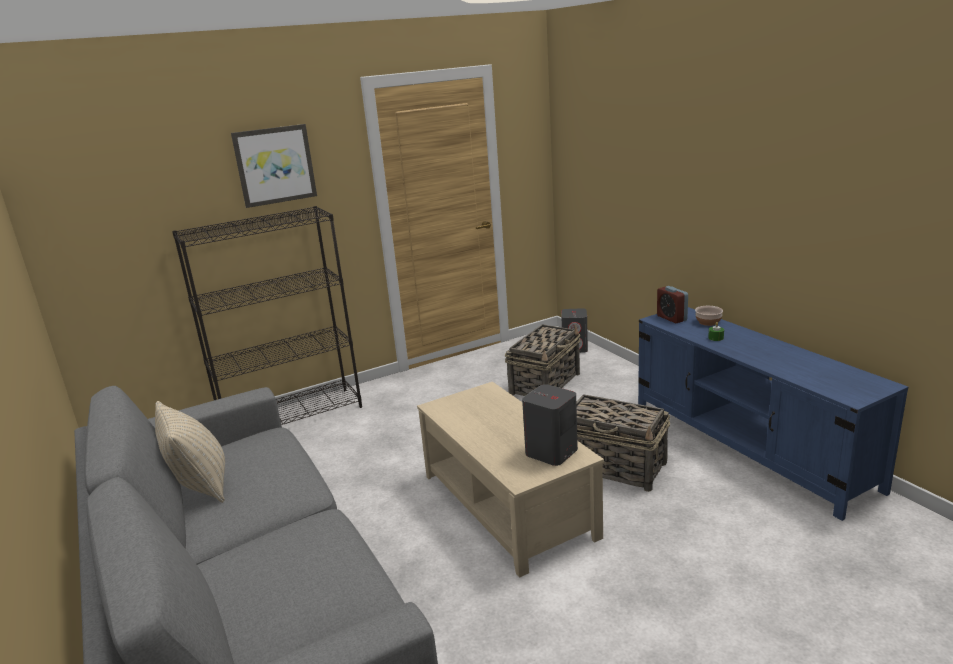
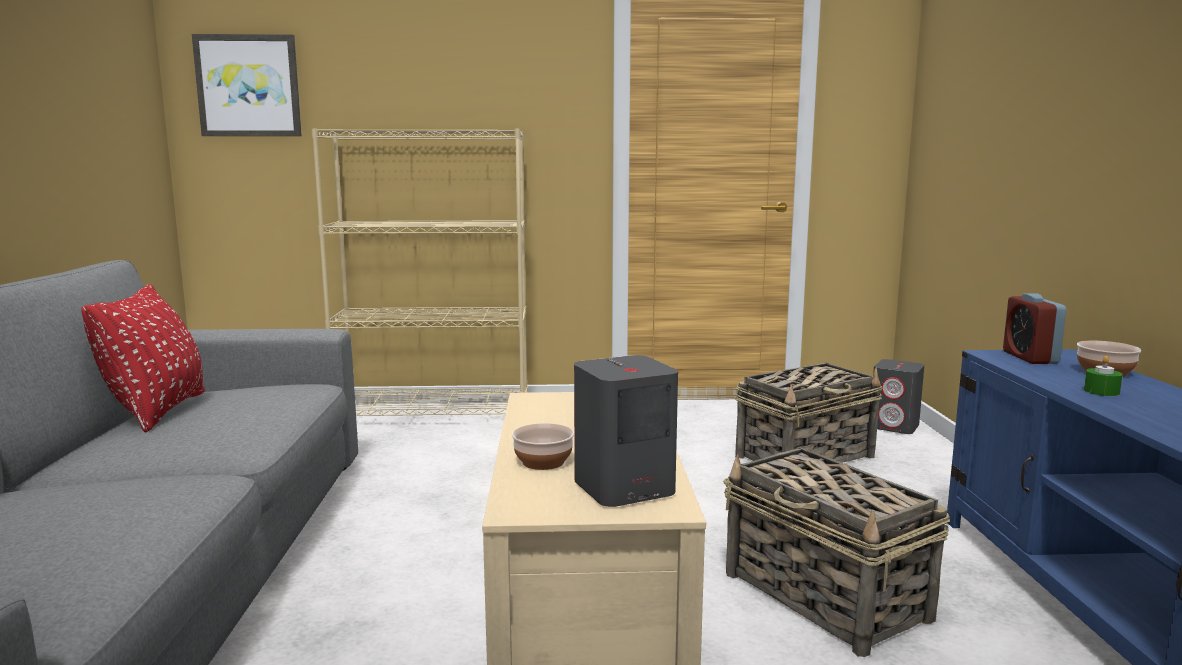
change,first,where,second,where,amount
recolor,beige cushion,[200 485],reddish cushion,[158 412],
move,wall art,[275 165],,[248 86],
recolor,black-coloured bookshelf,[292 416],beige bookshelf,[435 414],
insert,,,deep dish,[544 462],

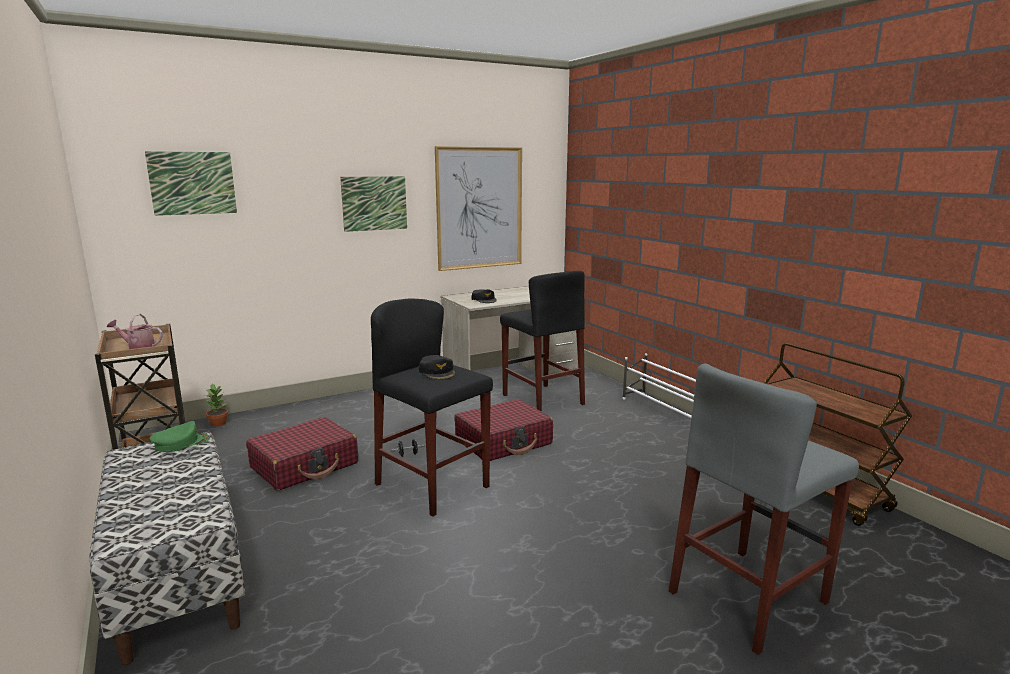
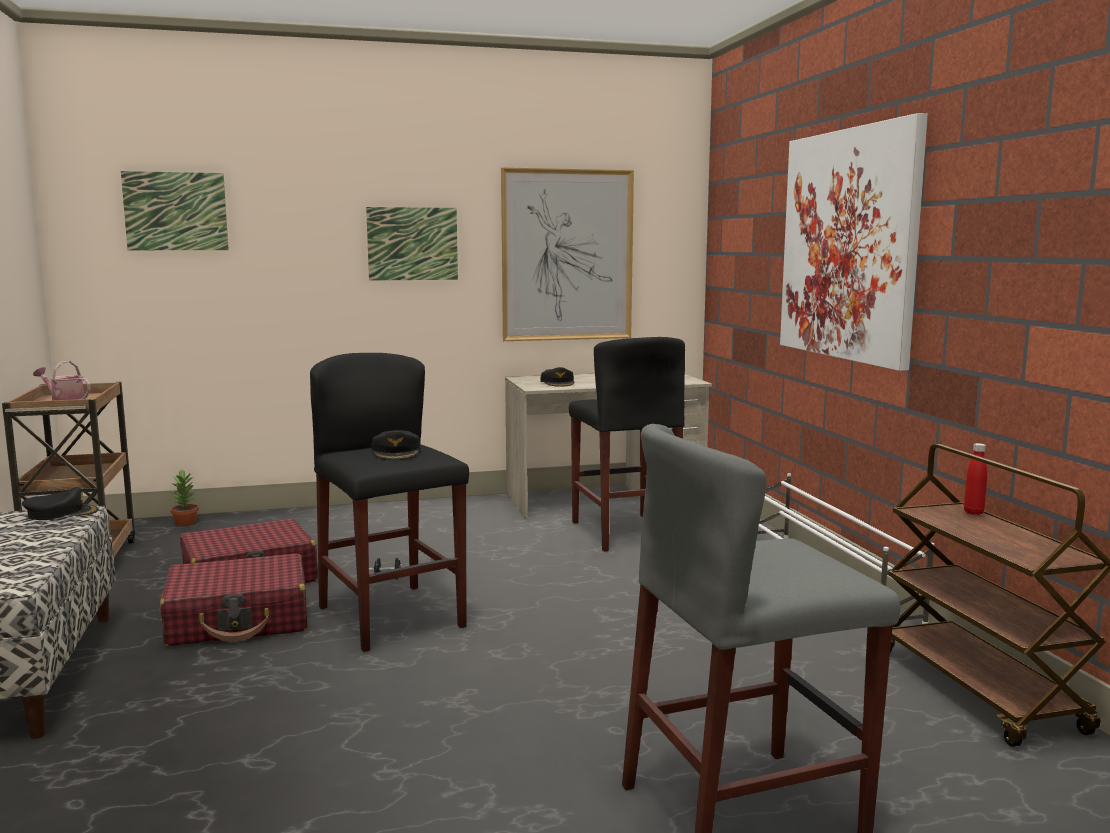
change,first,where,second,where,amount
recolor,green-coloured cap,[181 443],black-coloured cap,[61 513],
move,reddish travel case,[504 442],,[239 620],
insert,,,wall art,[848 245],
insert,,,reddish drink bottle,[973 512],

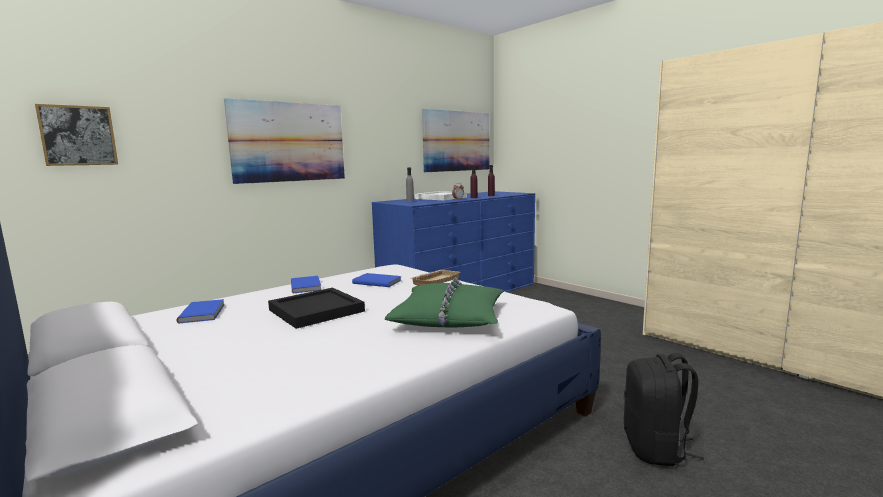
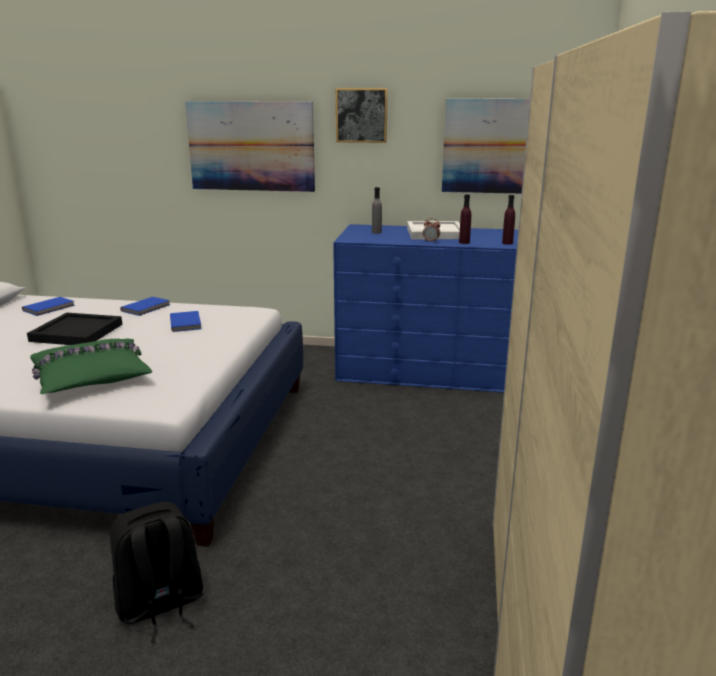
change,first,where,second,where,amount
move,wall art,[78 135],,[361 115],
delete,beige serving tray,[435 281],,,

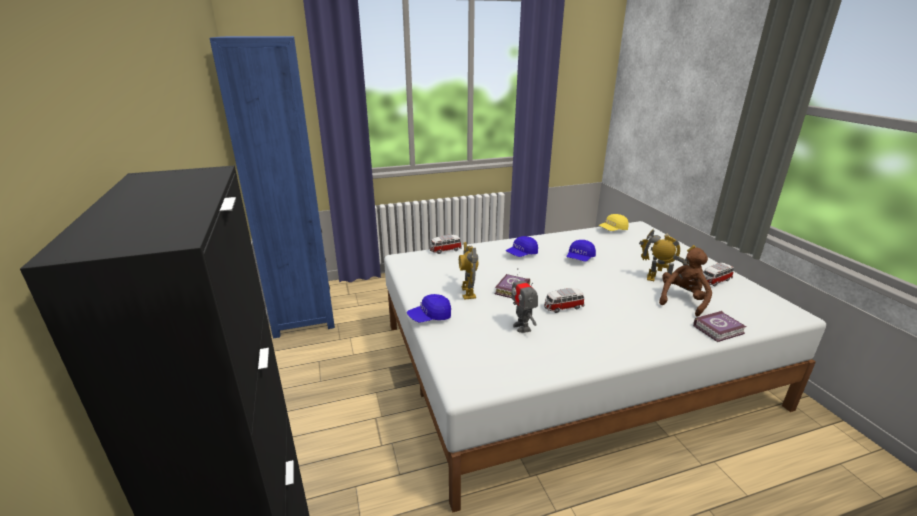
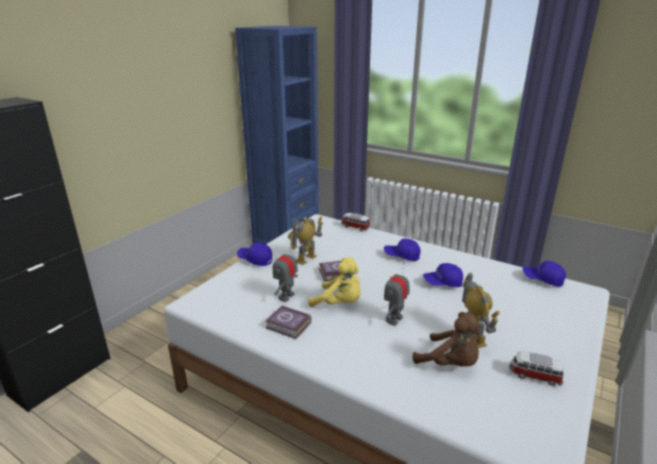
change,first,where,second,where,amount
move,bound book,[719 330],,[289 326],
replace,toy car,[563 307],yellow-coloured plush toy,[339 303],
insert,,,robot figure,[394 319],
rotate,brownish plush toy,[682 300],,[450 363],45 degrees clockwise
recolor,yellow-coloured cap,[612 230],bluish cap,[542 279],

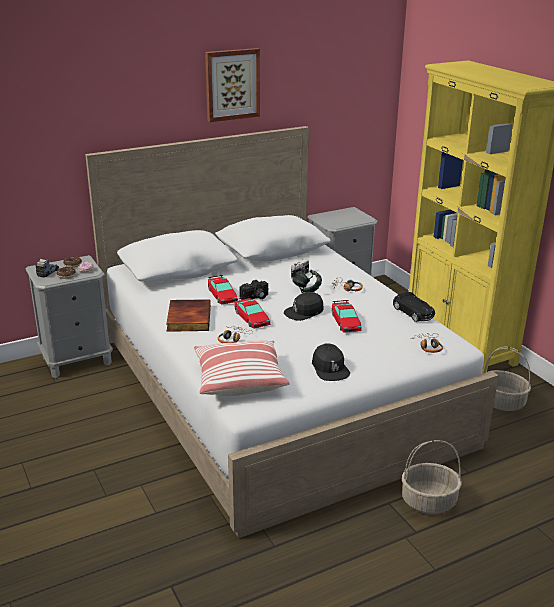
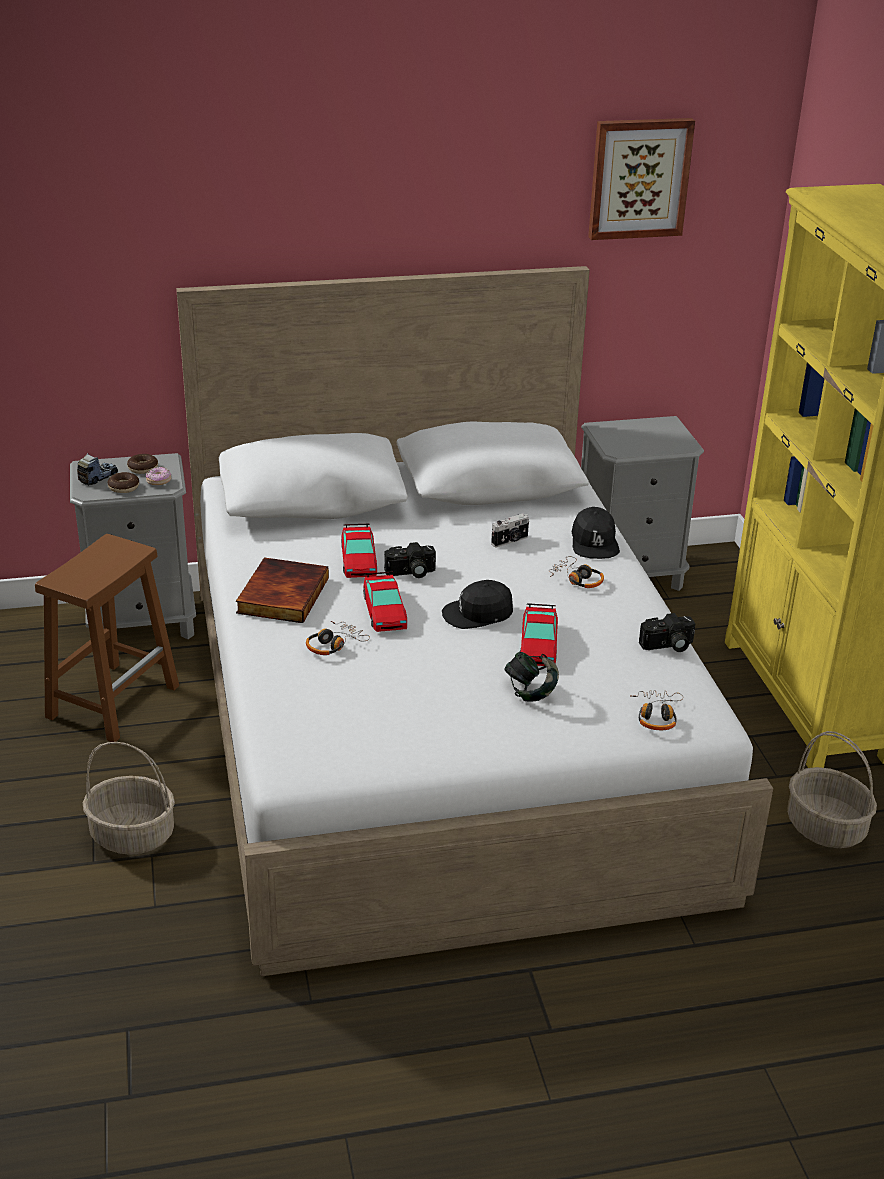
change,first,where,second,where,amount
insert,,,brownish stool,[114 700],
move,household basket,[428 502],,[131 836],
move,headset,[306 290],,[530 692],
move,black-coloured cap,[330 368],,[594 542],
move,wall art,[232 84],,[639 178],
replace,black-coloured toy car,[413 313],still camera,[668 646],
delete,cushion,[239 379],,,

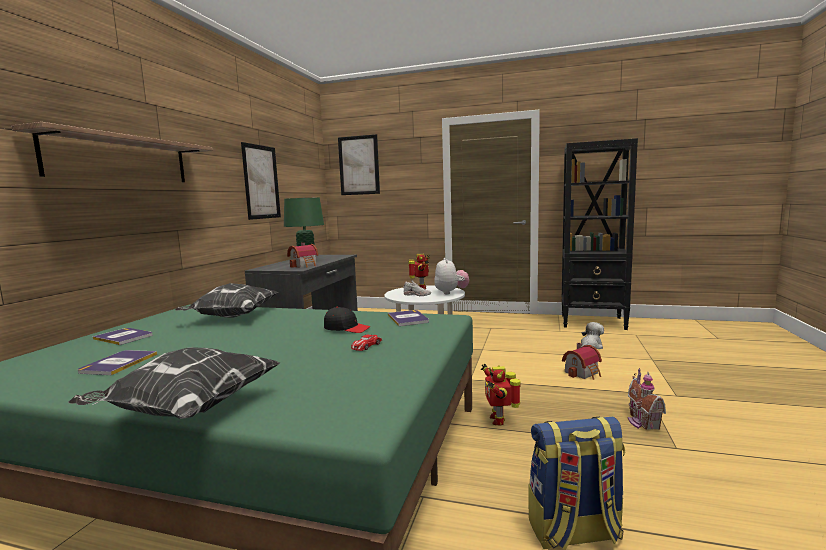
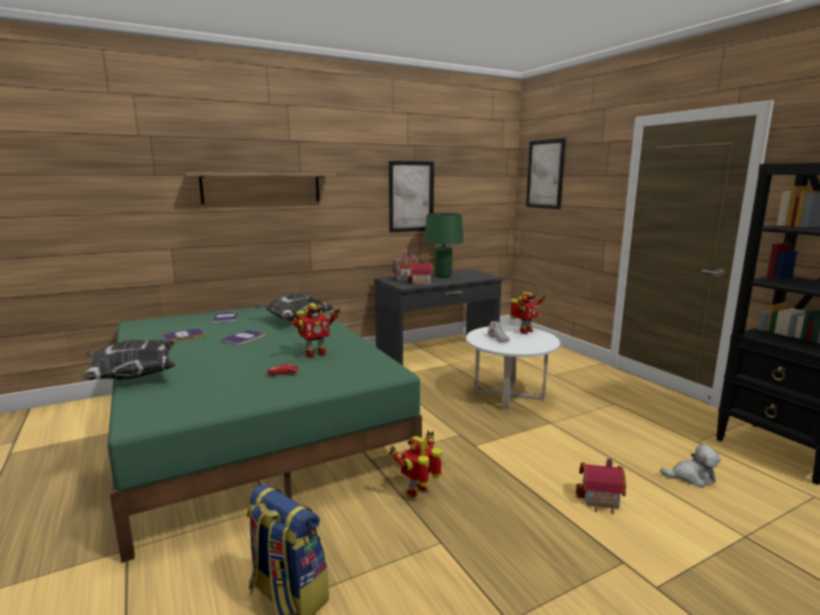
change,first,where,second,where,amount
move,bound book,[408 319],,[243 338],
replace,black-coloured cap,[346 328],robot figure,[315 354],
move,model house,[641 422],,[403 279],
delete,plush toy,[451 292],,,

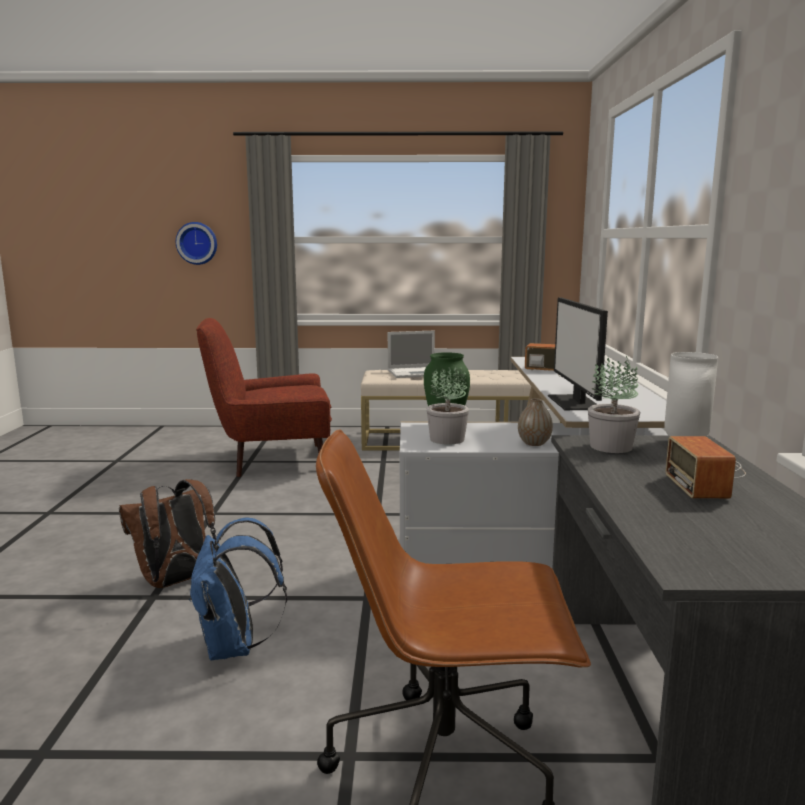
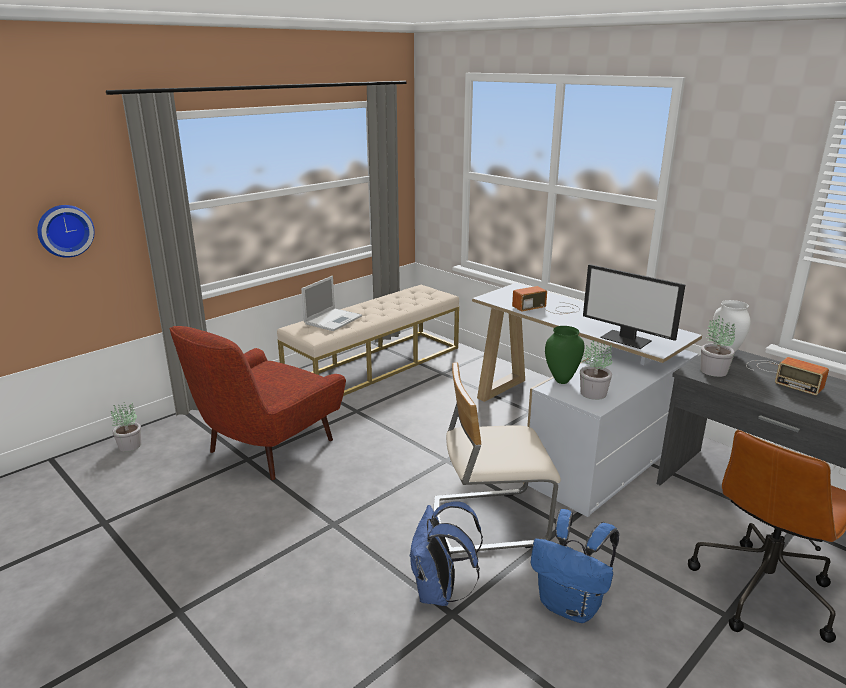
change,first,where,second,where,amount
insert,,,plant in a pot,[130 445],
recolor,brownish backpack,[176 581],bluish backpack,[439 592],
insert,,,beige upright chair,[489 521],
delete,flower vase,[534 443],,,

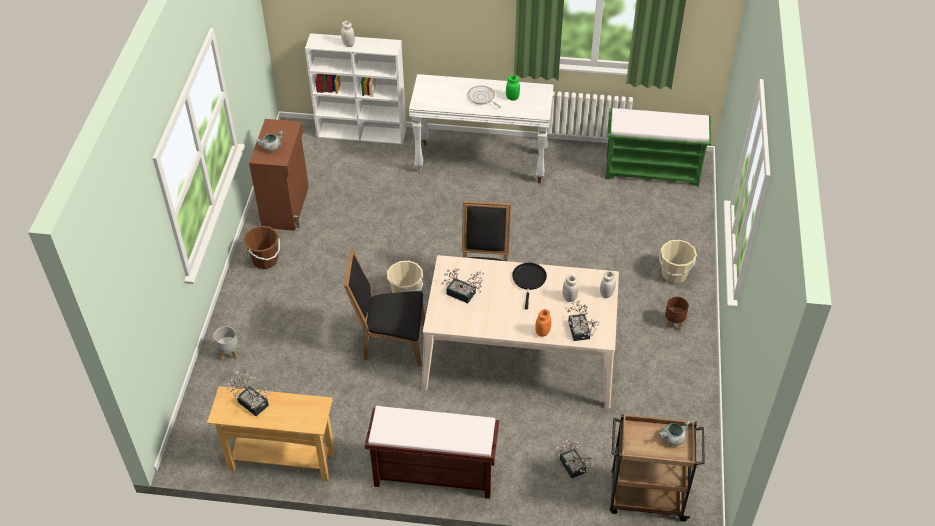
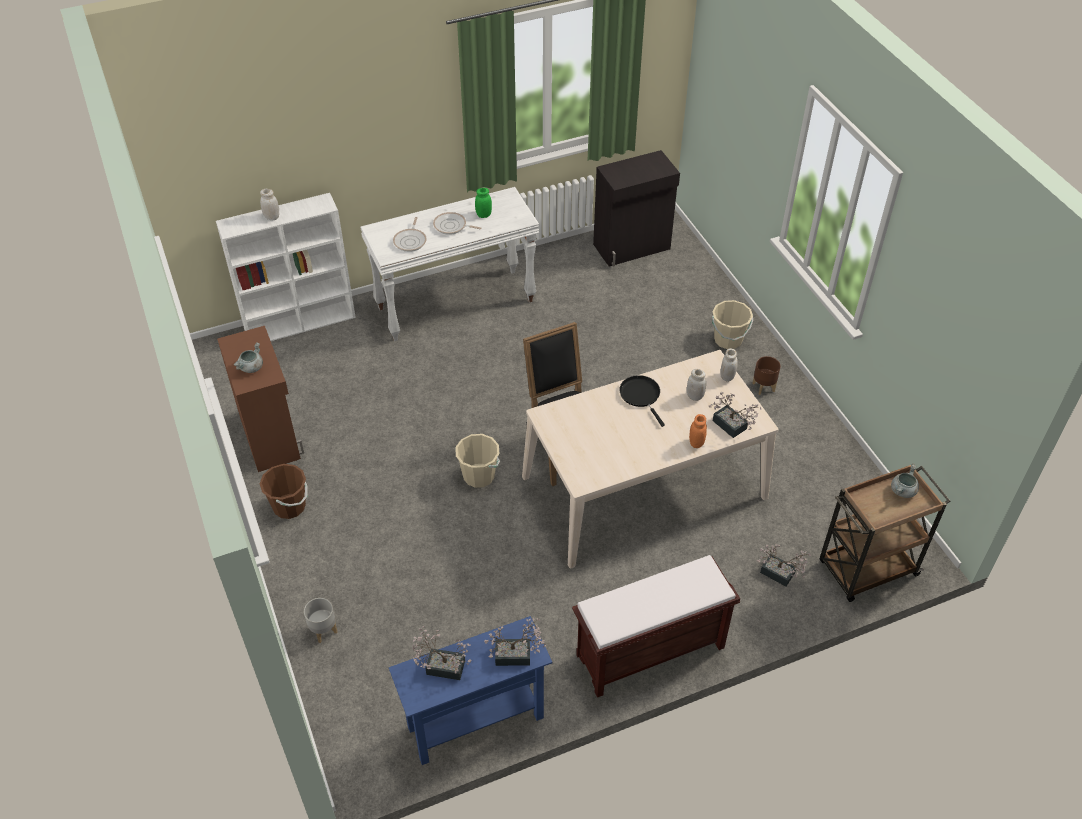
change,first,where,second,where,amount
recolor,beige hall table,[282 461],bluish hall table,[475 722],
insert,,,pan,[411 241],
move,plant in a pot,[464 295],,[517 656],
replace,green-coloured bench,[653 170],black-coloured cupboard,[632 247],
delete,black-coloured upright chair,[390 342],,,

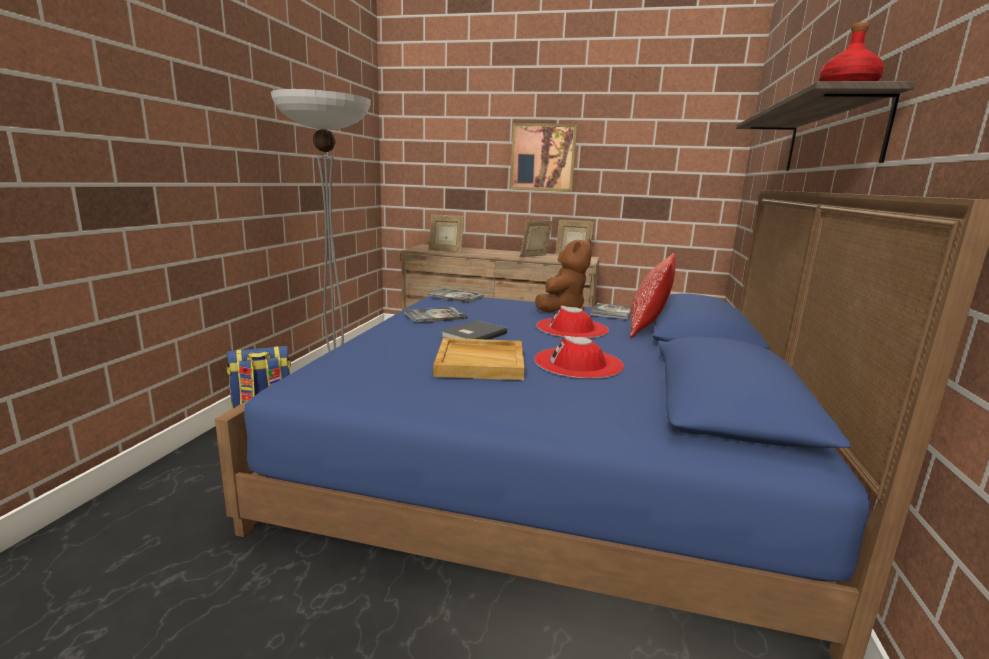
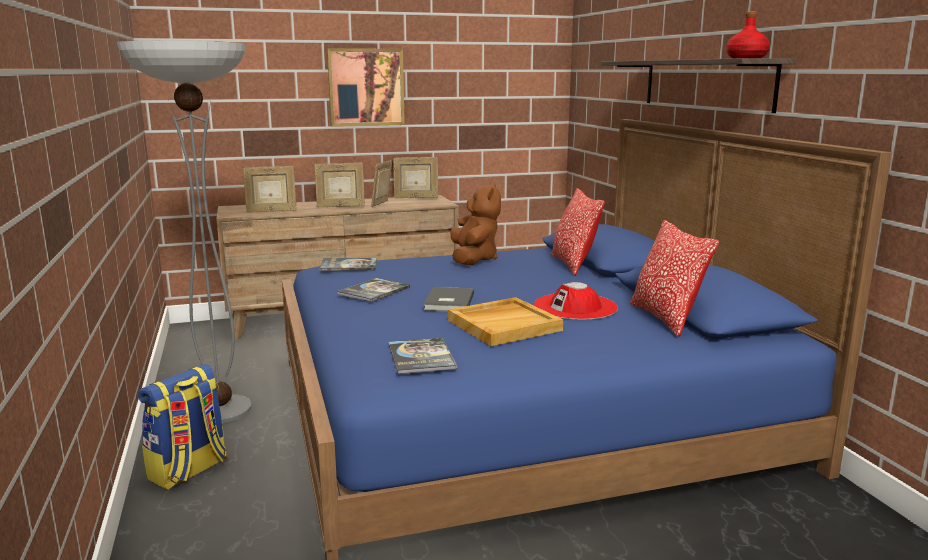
change,first,where,second,where,amount
insert,,,picture frame,[340 207],
move,bound book,[611 312],,[421 357],
insert,,,cushion,[666 318],
delete,reddish wearable hat,[572 328],,,

